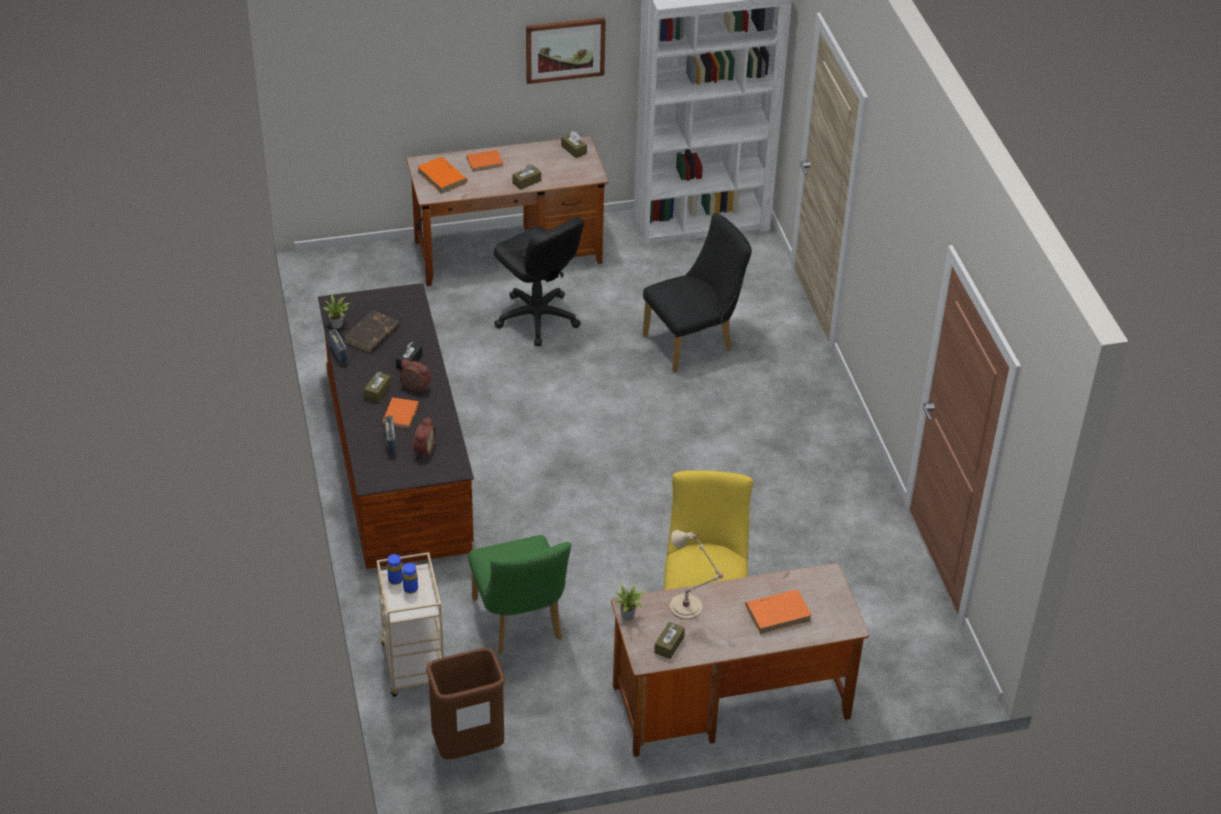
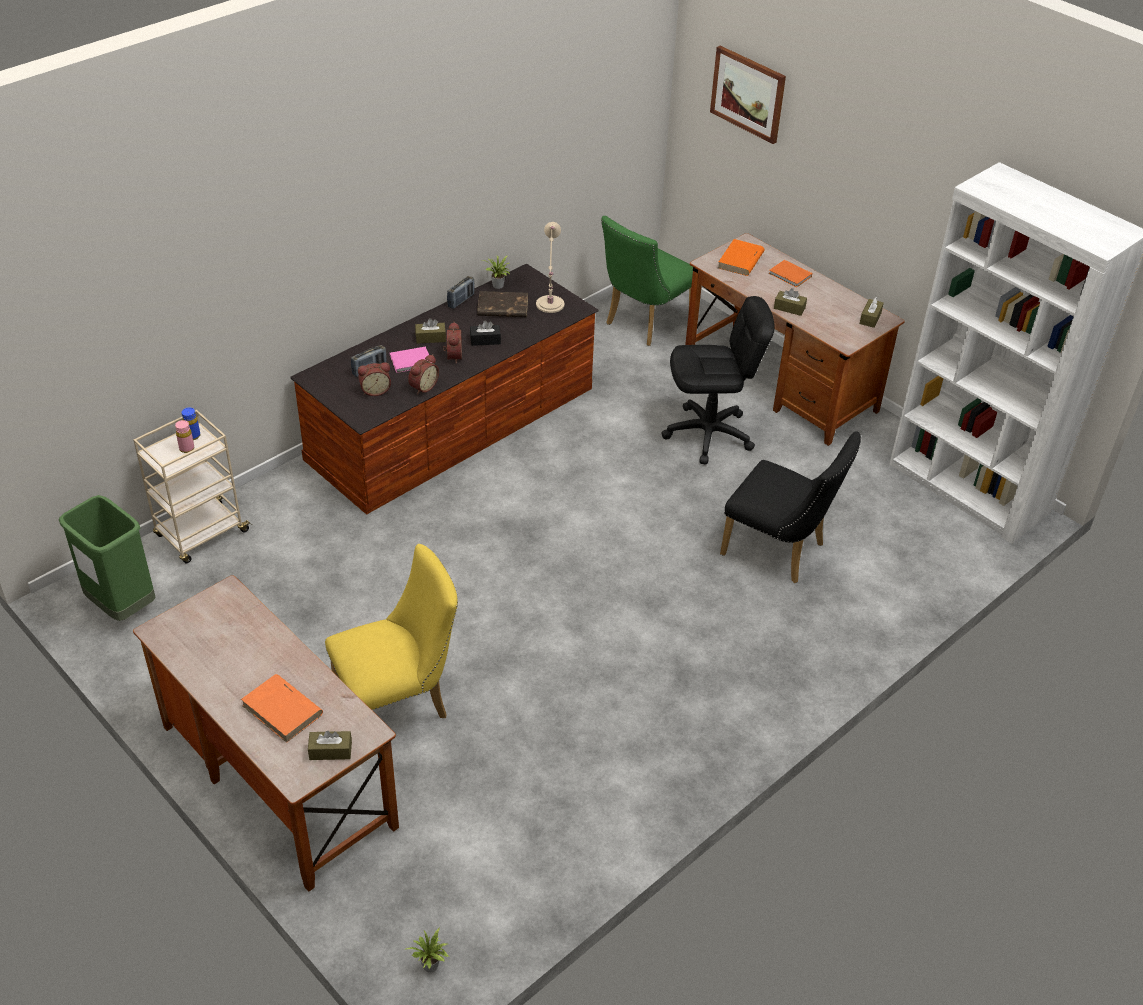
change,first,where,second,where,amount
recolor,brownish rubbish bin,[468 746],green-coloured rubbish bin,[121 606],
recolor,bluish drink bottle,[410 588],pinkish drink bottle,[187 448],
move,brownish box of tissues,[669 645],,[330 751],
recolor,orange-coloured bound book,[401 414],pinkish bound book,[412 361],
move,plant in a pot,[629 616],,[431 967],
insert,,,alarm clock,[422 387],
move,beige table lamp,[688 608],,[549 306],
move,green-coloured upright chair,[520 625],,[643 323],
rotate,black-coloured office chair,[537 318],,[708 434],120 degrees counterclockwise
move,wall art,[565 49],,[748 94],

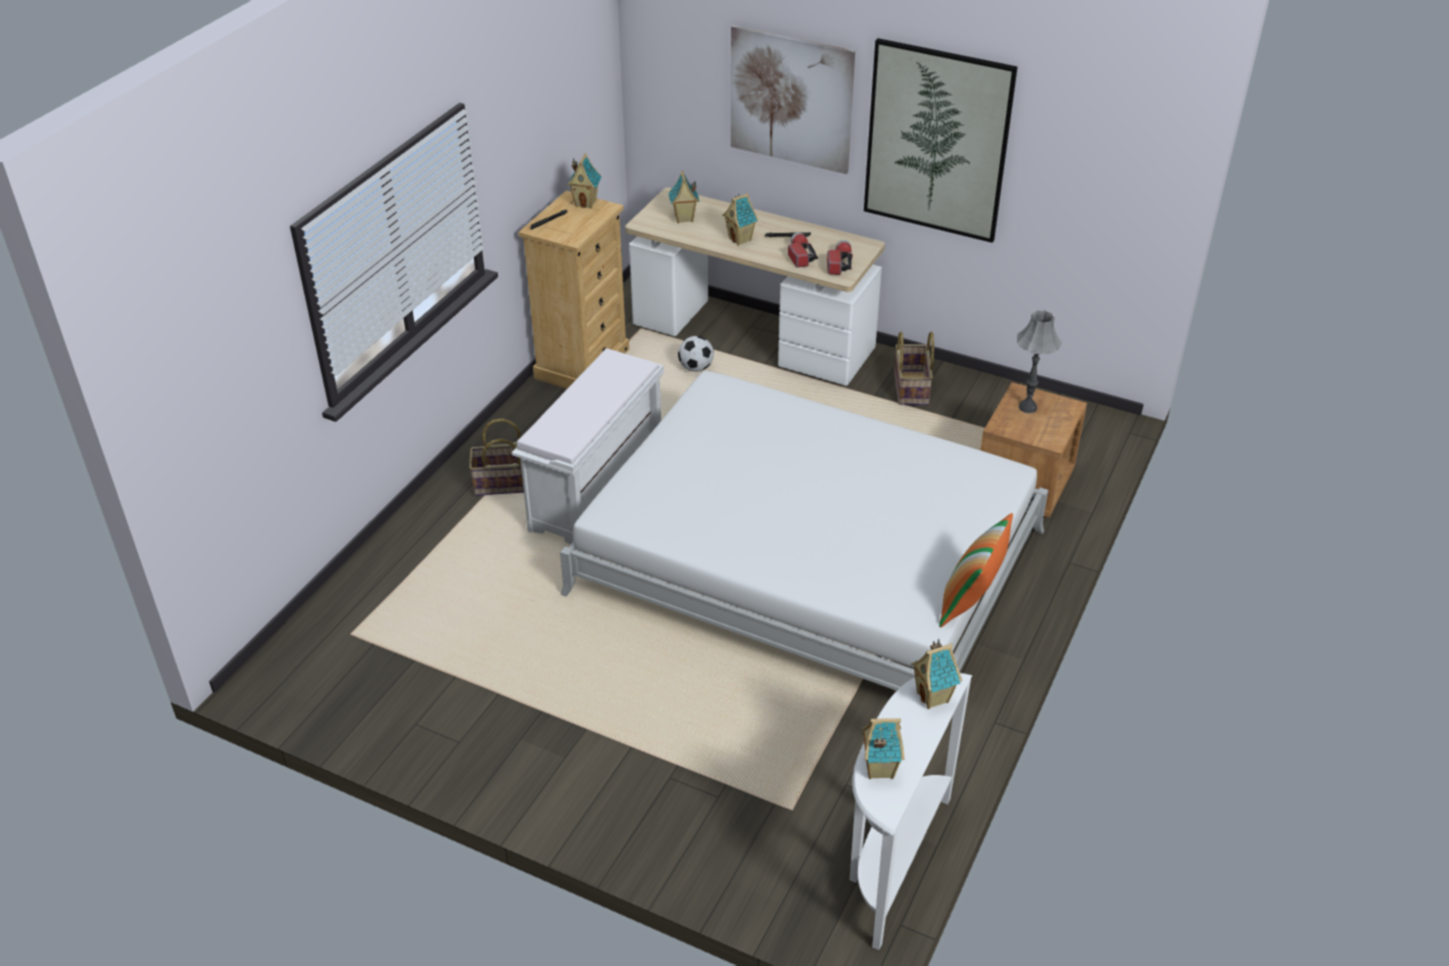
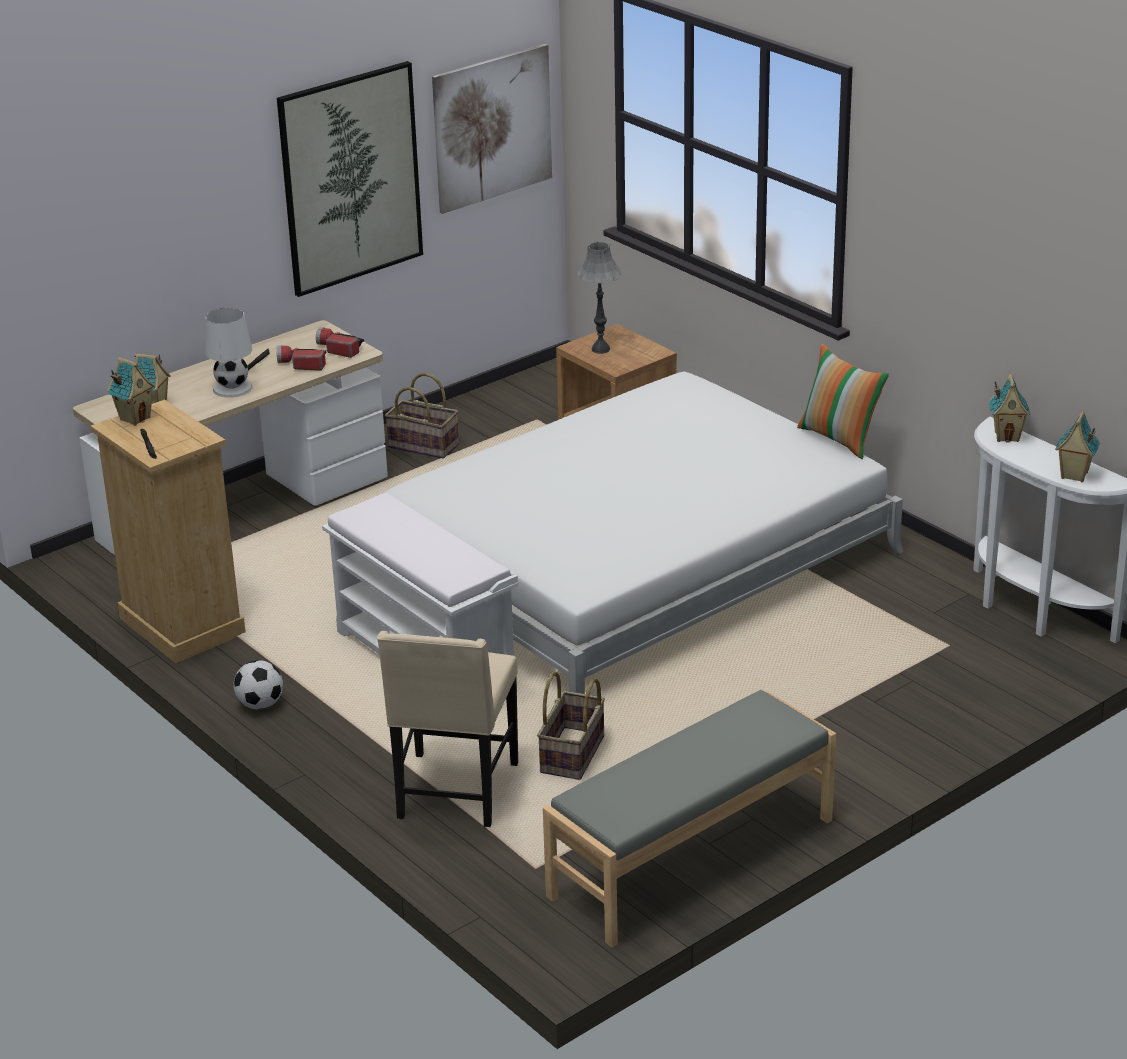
change,first,where,second,where,amount
replace,model house,[740 239],whitish table lamp,[233 388],
move,football,[696 368],,[260 705],
insert,,,beige upright chair,[455 793],
move,wall art,[791 99],,[492 128],
move,household basket,[504 484],,[573 755],
insert,,,gray bench,[693 858],

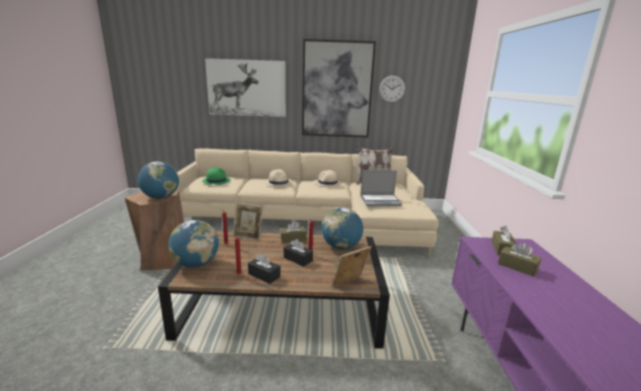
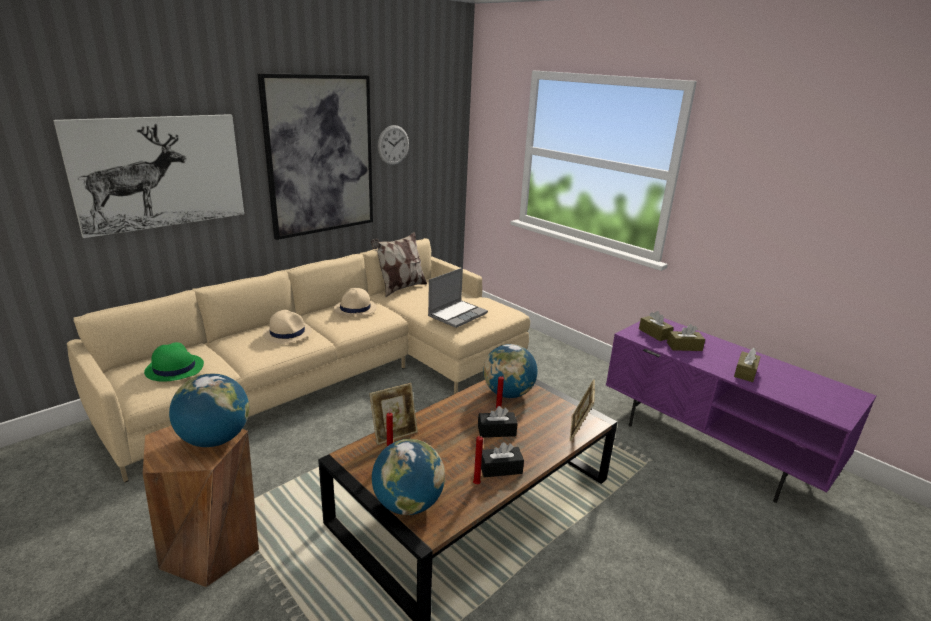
change,first,where,second,where,amount
move,brownish box of tissues,[293 239],,[745 372],

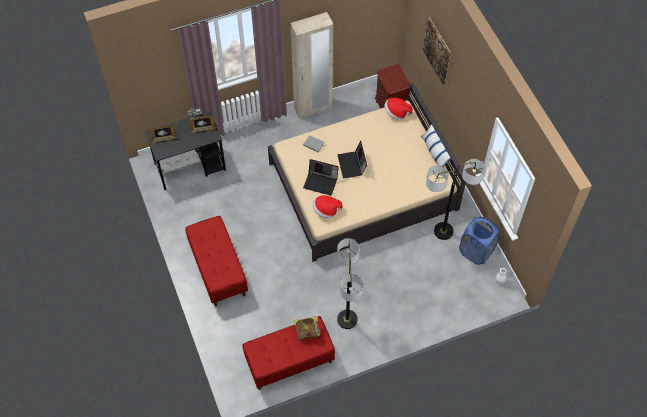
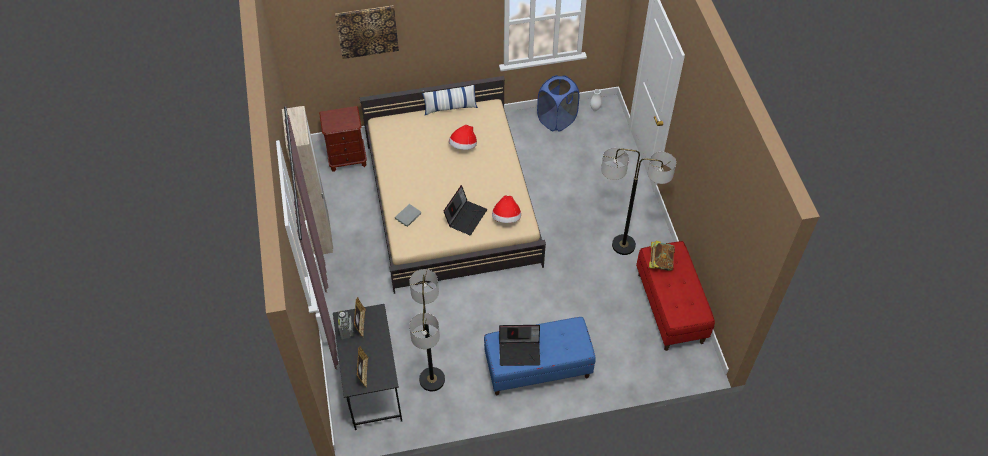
change,first,where,second,where,amount
move,floor lamp,[443 231],,[432 380],
move,wearable hat,[396 113],,[463 146],
recolor,reddish bench,[218 270],bluish bench,[537 368],
move,portable computer,[352 165],,[520 351],

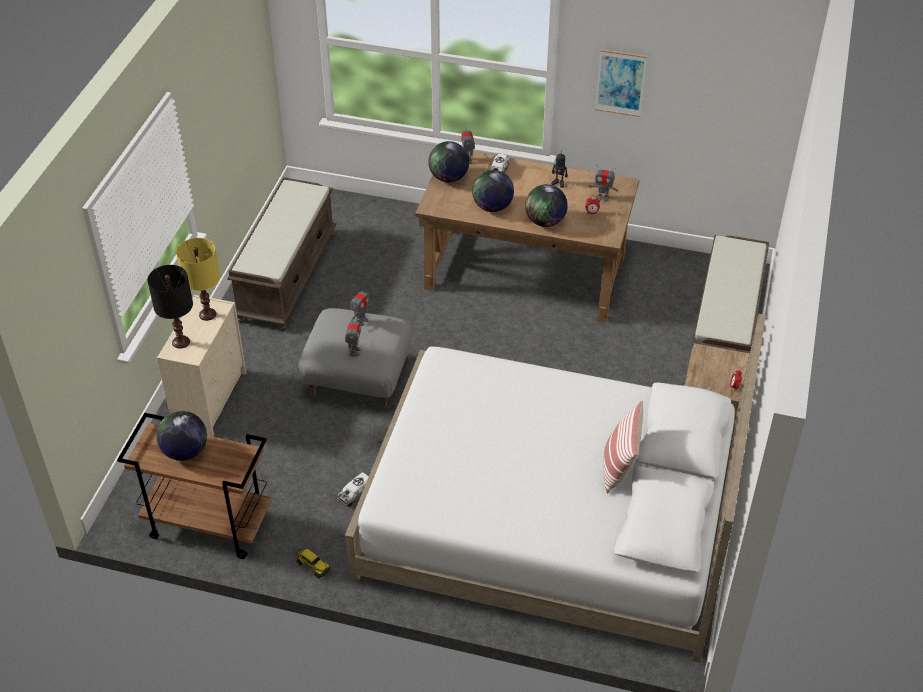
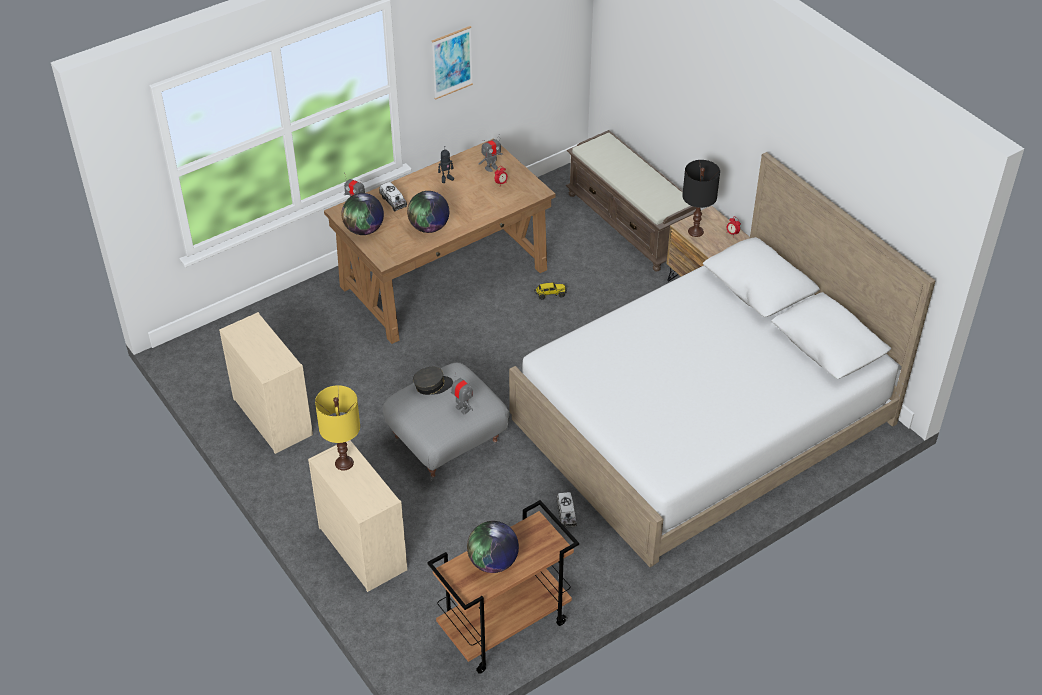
change,first,where,second,where,amount
replace,brownish bench,[287 275],beige dresser,[272 416],
replace,robot figure,[361 321],gray cap,[432 385],
move,model truck,[313 566],,[550 294],
move,black-coloured table lamp,[181 342],,[696 231],
delete,globe,[545 222],,,
delete,cushion,[619 467],,,

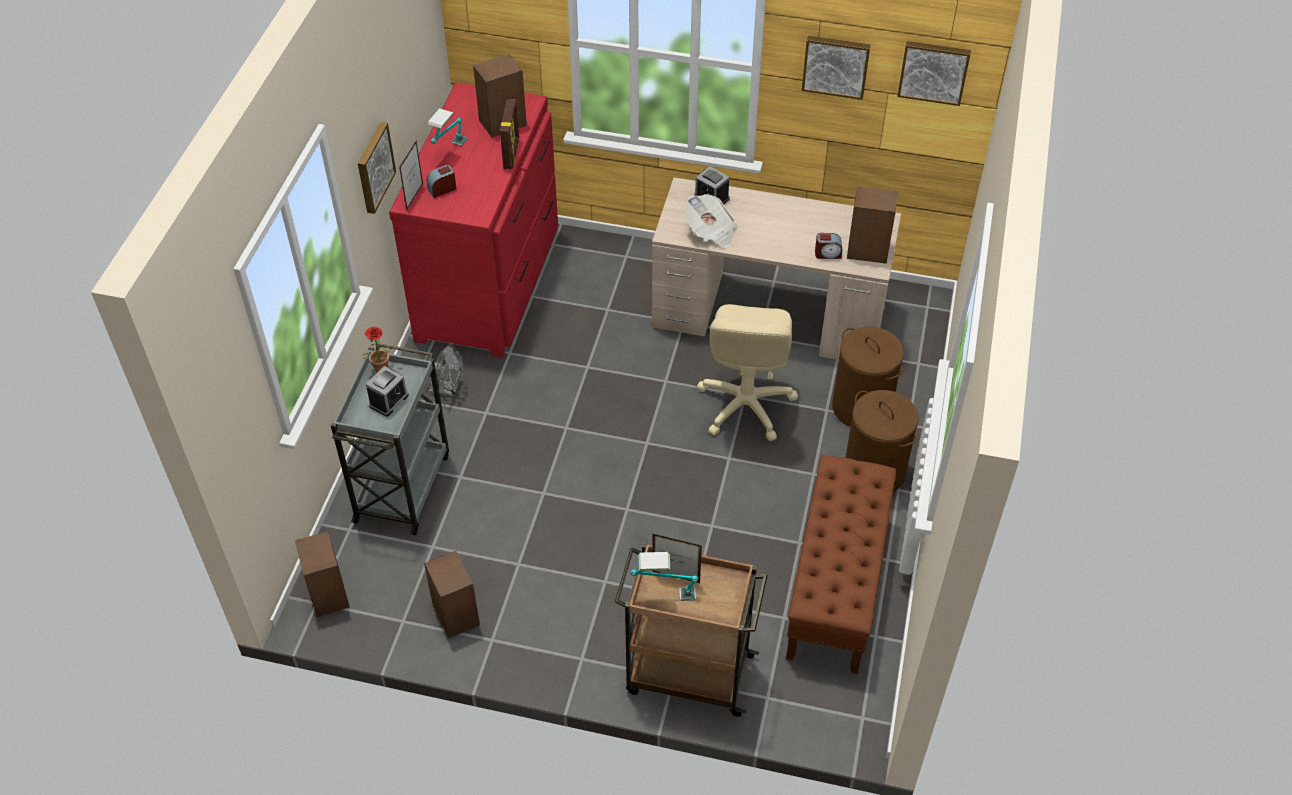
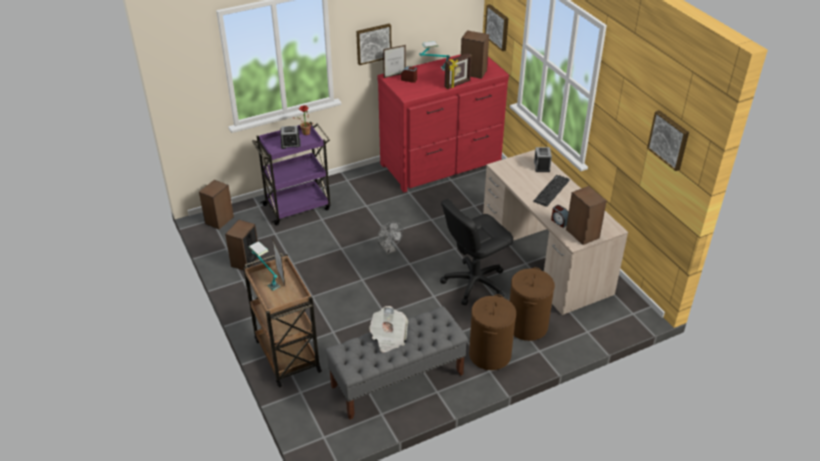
change,first,where,second,where,amount
recolor,gray cart,[403 486],purplish cart,[298 206],
recolor,brownish bench,[836 586],gray bench,[397 380],
move,printed paper,[711 231],,[388 337],
move,gray cooling fan,[448 390],,[389 249],
recolor,beige office chair,[745 405],black-coloured office chair,[474 283],
move,wall art,[836 65],,[498 27],
insert,,,keyboard,[551 191],

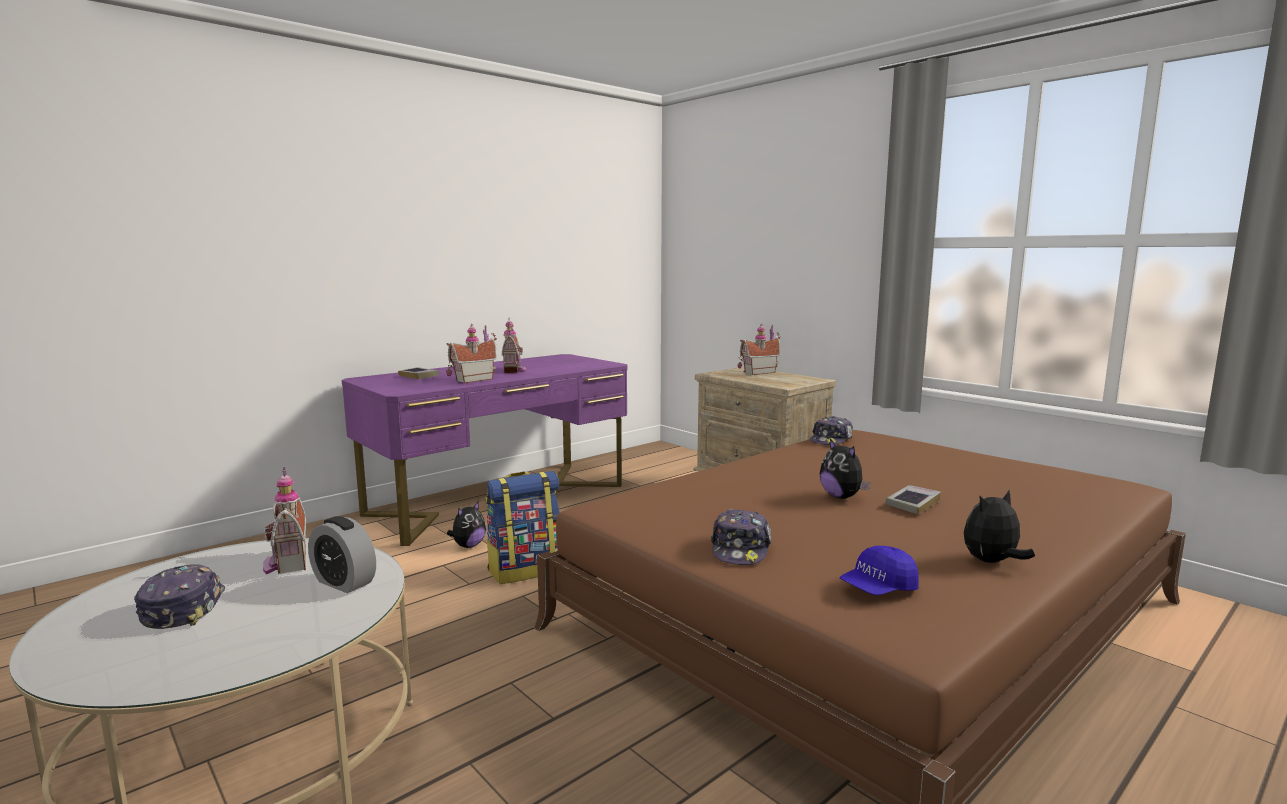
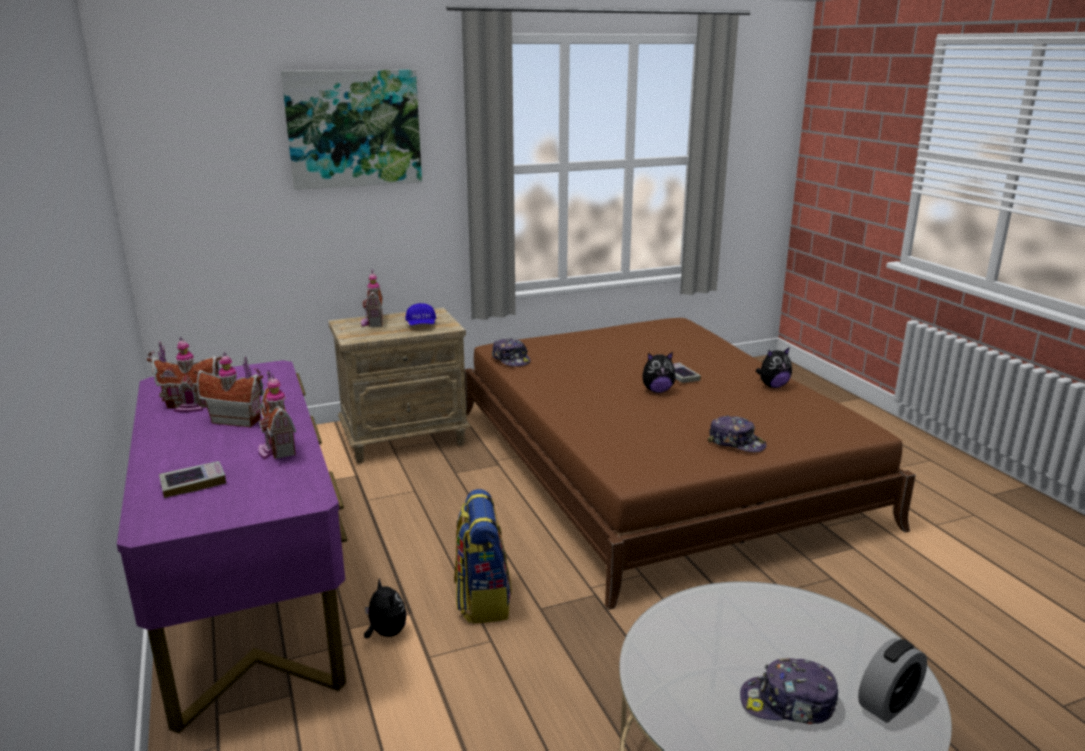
change,first,where,second,where,amount
move,model house,[286 563],,[190 406],
insert,,,wall art,[354 128],
move,bluish cap,[878 589],,[421 325],
rotate,plush toy,[992 562],,[773 386],105 degrees counterclockwise
move,alarm clock,[344 582],,[888 703],

